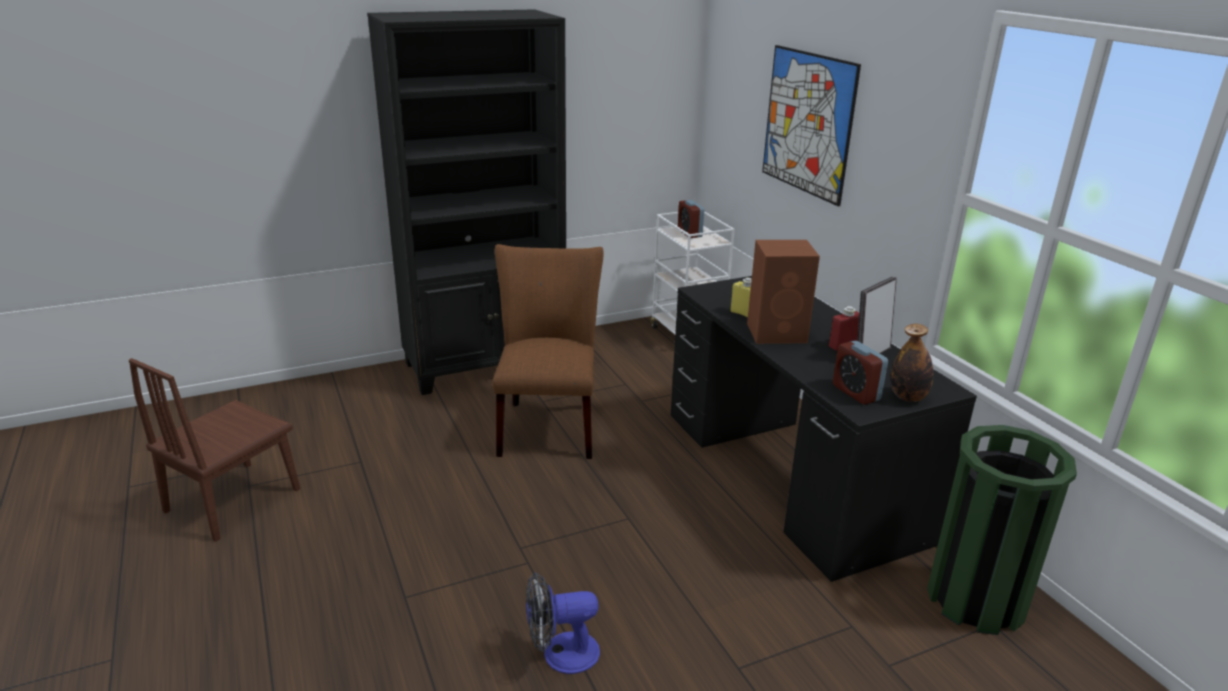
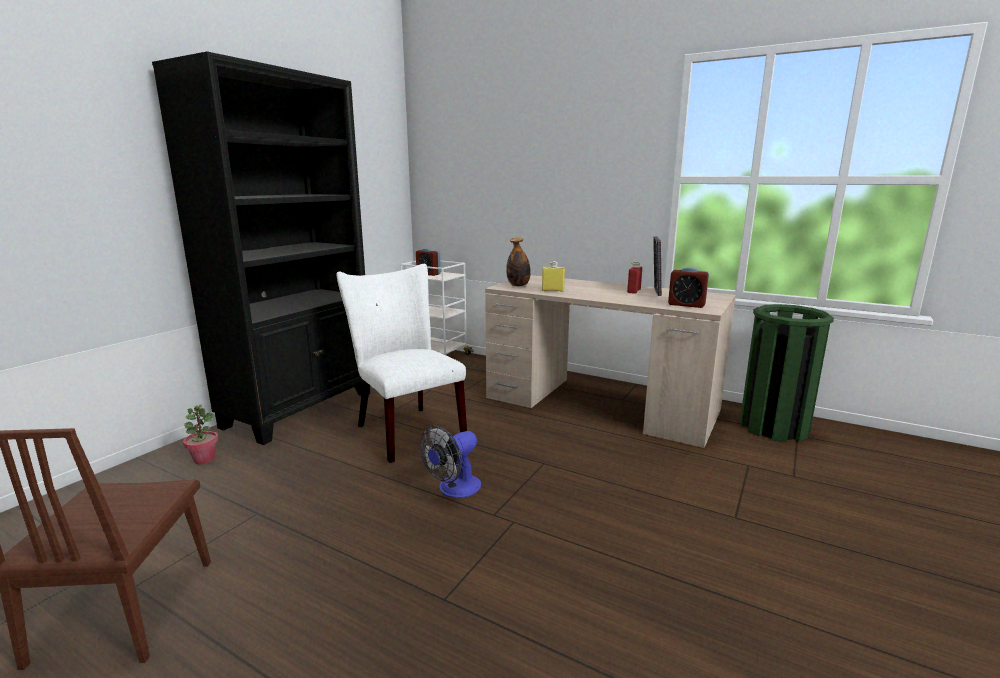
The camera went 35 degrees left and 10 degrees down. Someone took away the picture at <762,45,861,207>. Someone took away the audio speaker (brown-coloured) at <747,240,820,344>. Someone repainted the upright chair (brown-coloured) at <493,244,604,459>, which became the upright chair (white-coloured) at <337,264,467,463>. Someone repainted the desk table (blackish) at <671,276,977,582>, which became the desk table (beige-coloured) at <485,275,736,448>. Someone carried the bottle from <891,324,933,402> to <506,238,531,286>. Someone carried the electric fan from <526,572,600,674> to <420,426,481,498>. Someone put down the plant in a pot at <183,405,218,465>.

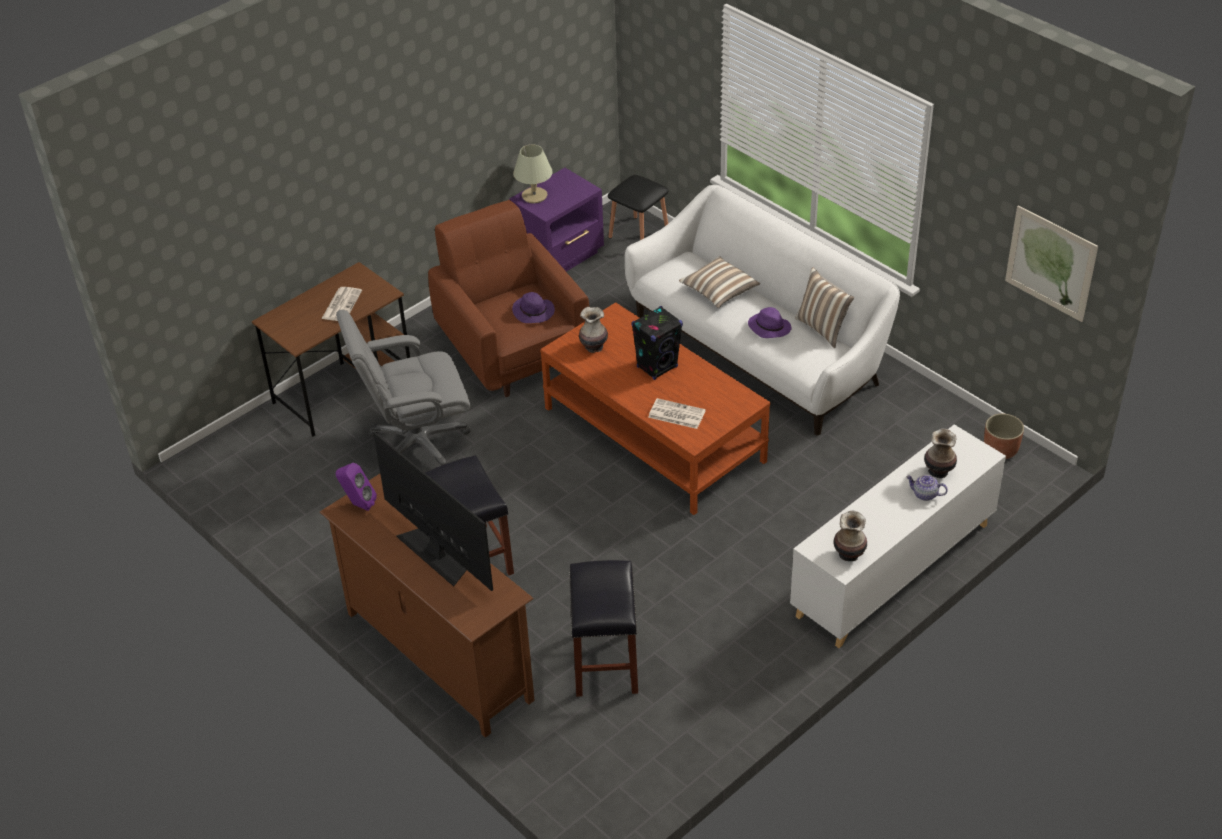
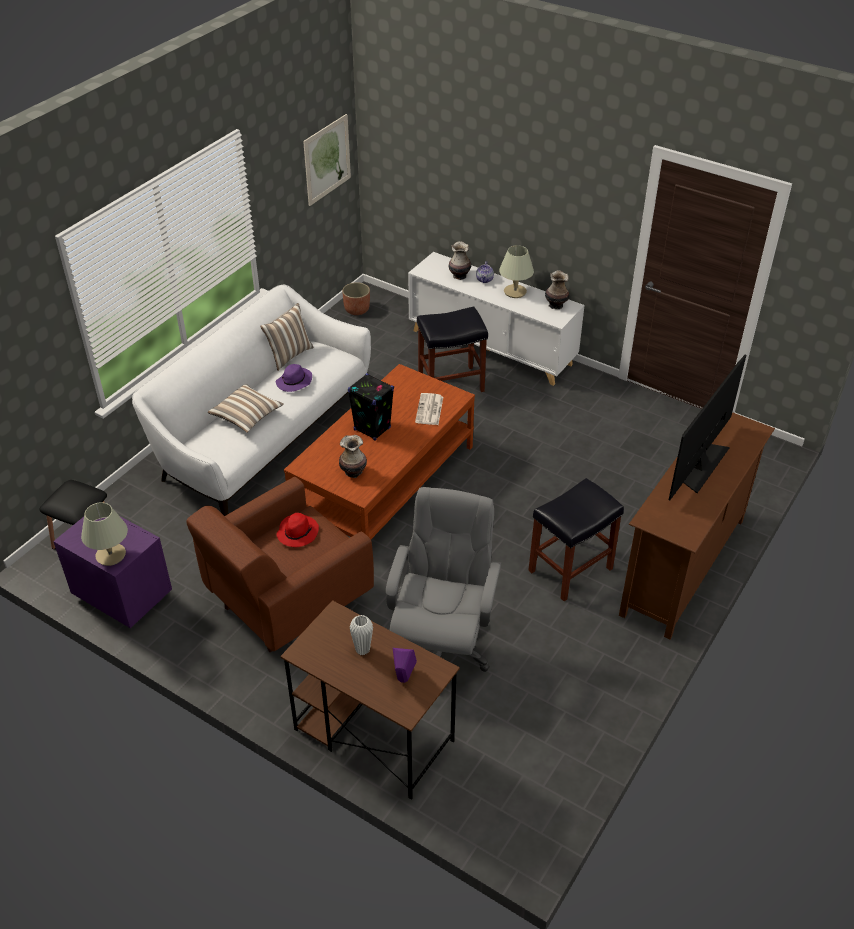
The camera went 105 degrees left and 0 degrees up. Someone swapped the daily paper at <322,287,362,321> for the flower vase (white-coloured) at <350,615,373,656>. Someone repainted the hat (purple-coloured) at <512,292,555,323>, which became the hat (red) at <277,513,319,547>. Someone rotated the office chair (grey) at <336,310,471,466> by 135 degrees counterclockwise. Someone carried the audio speaker (purple-coloured) from <335,463,377,511> to <393,648,417,683>. Someone carried the sitting stool (blackish) from <569,560,638,697> to <417,307,488,392>. Someone put down the tabletop lamp (beige-coloured) at <499,245,534,298>.

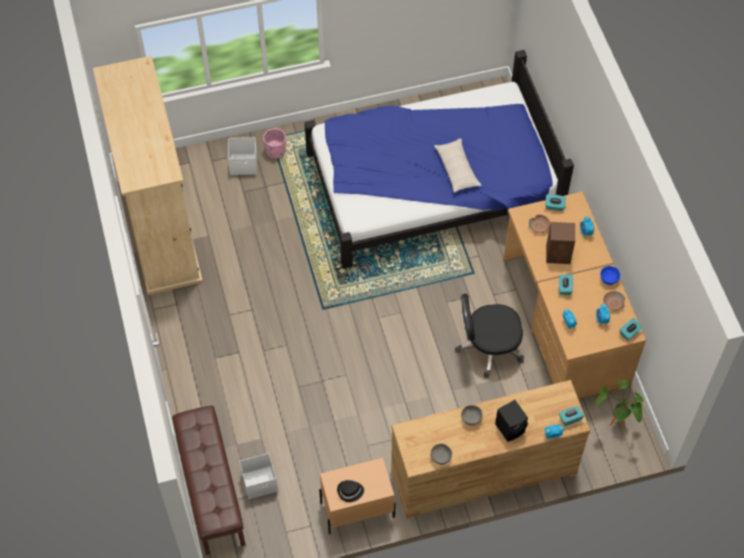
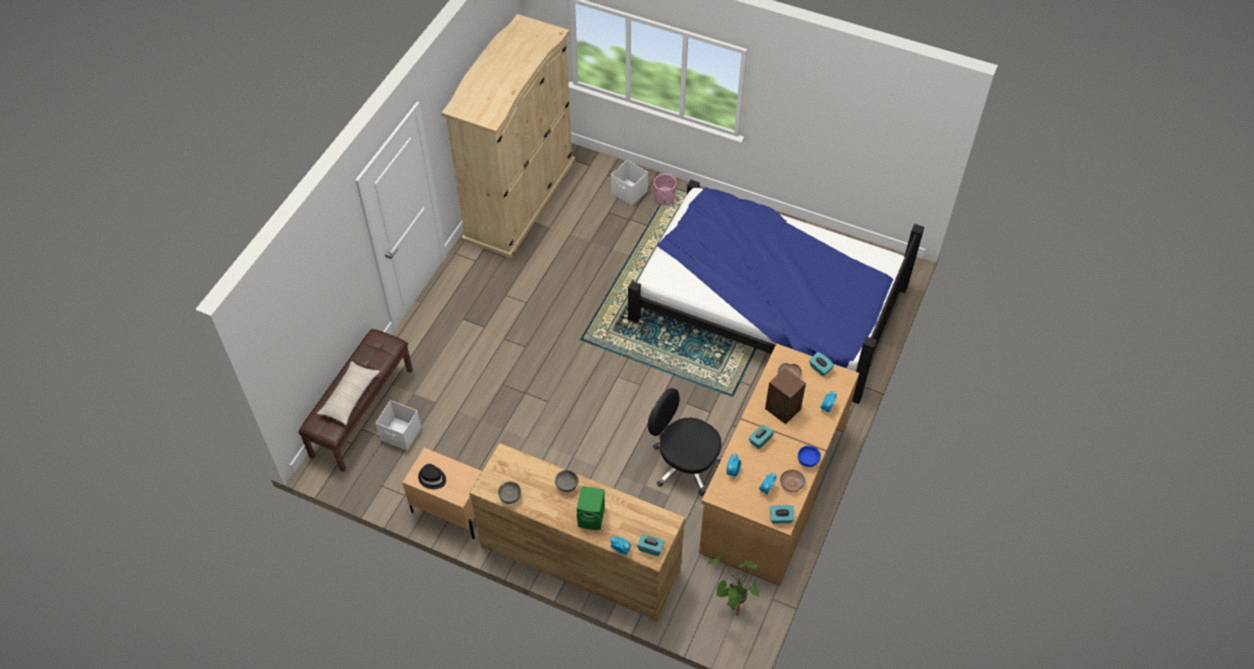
The camera went 40 degrees right and 5 degrees down. Someone carried the cushion (beige-coloured) from <434,138,482,193> to <317,361,380,425>. Someone repainted the audio speaker (blackish) at <495,400,528,442>, which became the audio speaker (greenish) at <577,486,605,530>.

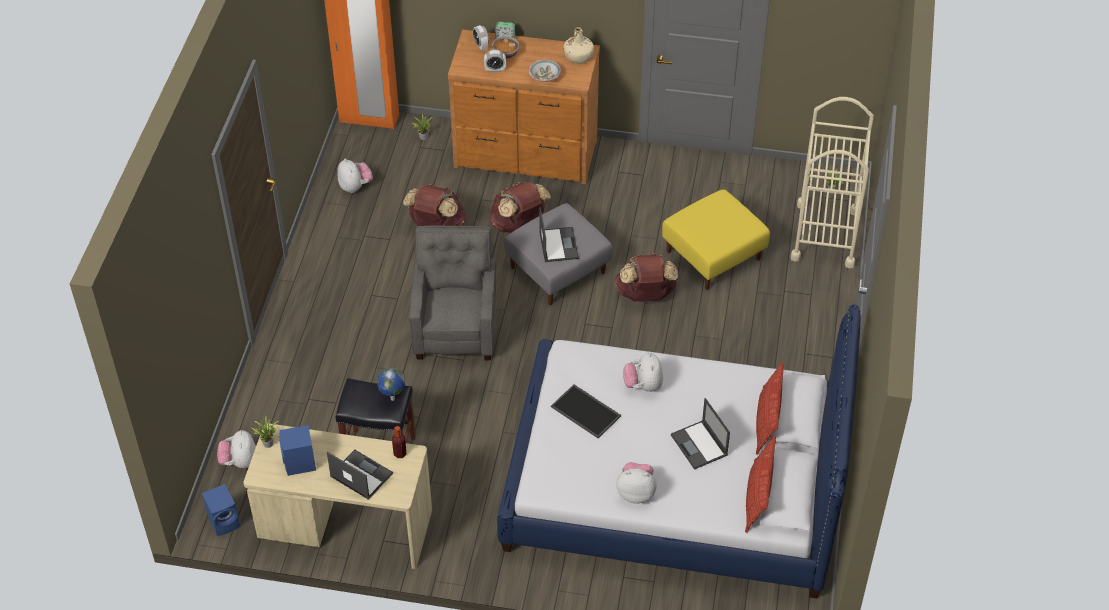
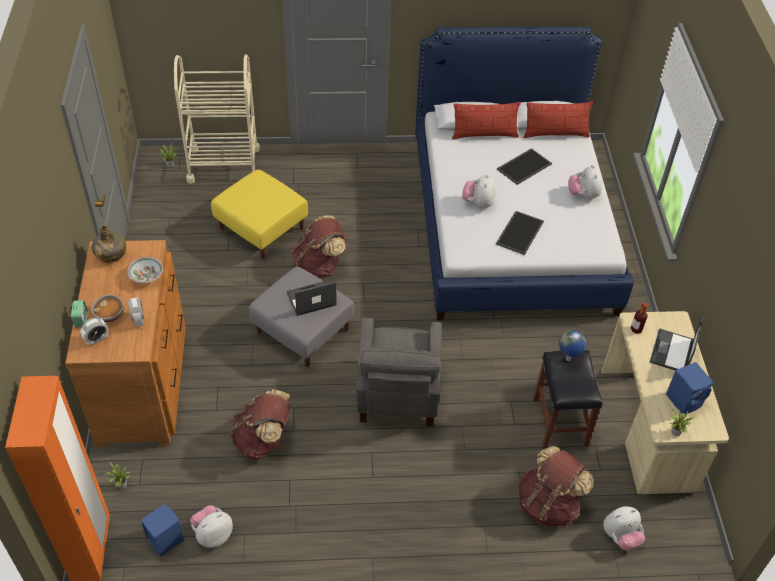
The camera went 105 degrees left and 0 degrees up. Someone repainted the bottle (beige-coloured) at <563,27,594,64>, which became the bottle (greenish) at <92,225,126,263>. Someone carried the knapsack (brown-coloured) from <489,182,551,233> to <518,446,594,527>. Someone rotated the easy chair (grey) at <409,226,496,361> by 75 degrees counterclockwise. Someone rotated the cuddly toy at <623,352,663,392> by 120 degrees clockwise. Someone swapped the portable computer at <671,398,730,470> for the tray at <497,148,552,185>. Someone carried the audio speaker (blue) from <202,484,240,536> to <141,504,184,557>.

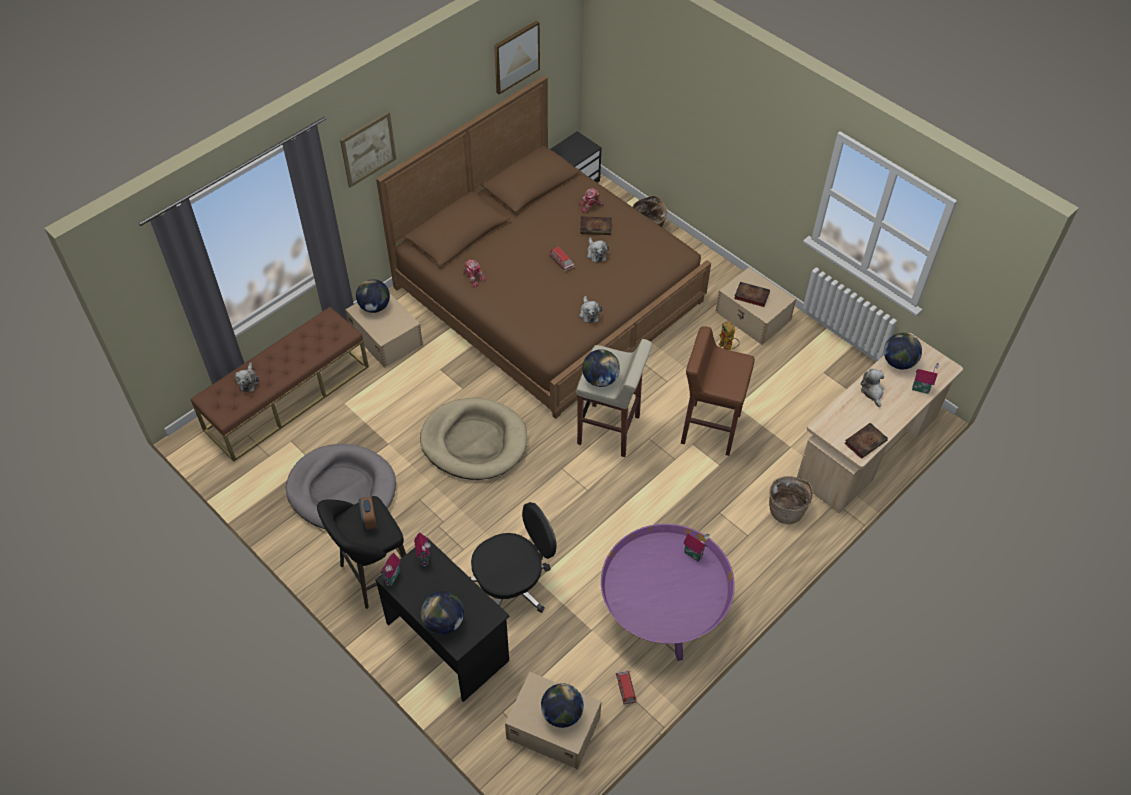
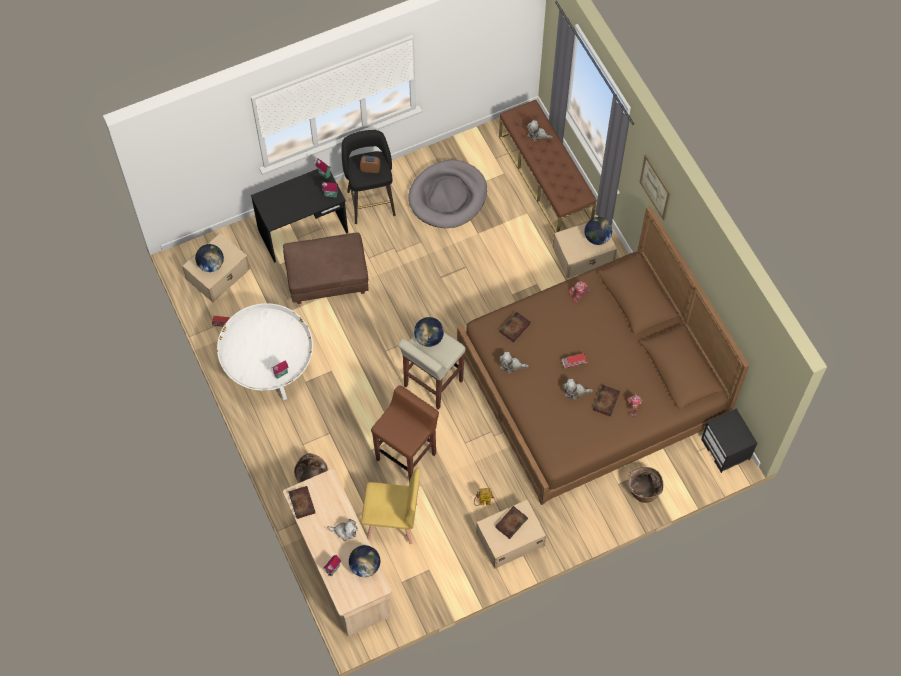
The camera went 110 degrees right and 10 degrees up. Someone took away the picture at <494,20,540,95>. Someone took away the dog cushion (beige-coloured) at <420,398,527,480>. Someone swapped the office chair (blackish) at <470,502,557,613> for the footrest (brown-coloured) at <283,232,369,304>. Someone repainted the lounge table (purple-coloured) at <601,524,735,661>, which became the lounge table (white-coloured) at <217,303,313,400>. Someone took away the globe at <421,591,464,635>. Someone put down the volume at <499,312,531,343>. Someone put down the upright chair (yellow) at <361,468,420,544>.

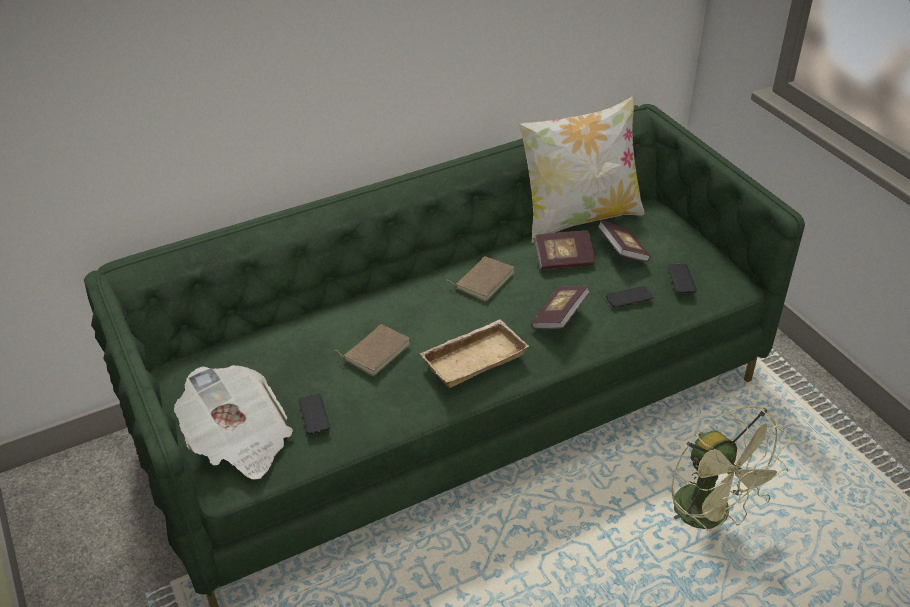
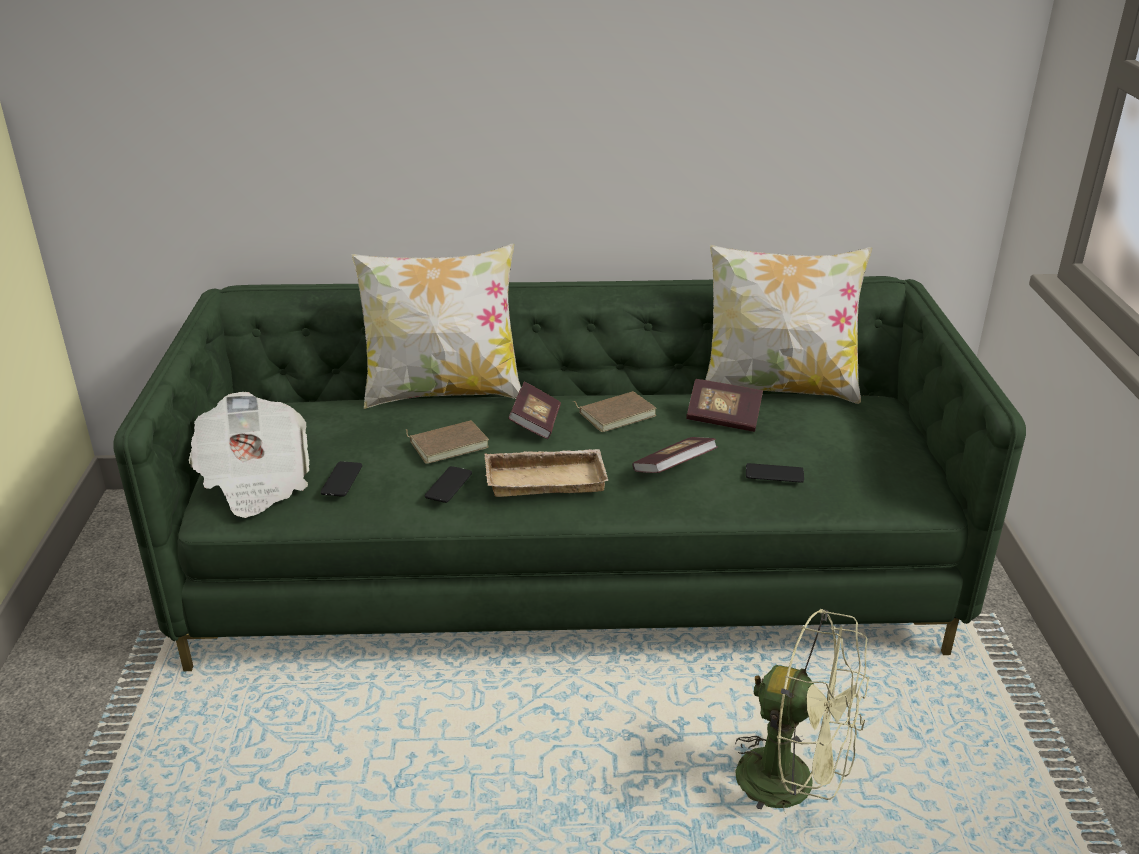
The camera went 25 degrees right and 10 degrees down. Someone carried the volume from <598,220,651,262> to <508,382,561,439>. Someone carried the handset from <667,263,697,293> to <425,466,472,503>. Someone rotated the electric fan (greenish) at <671,406,792,531> by 60 degrees counterclockwise. Someone put down the cushion at <351,244,521,409>.

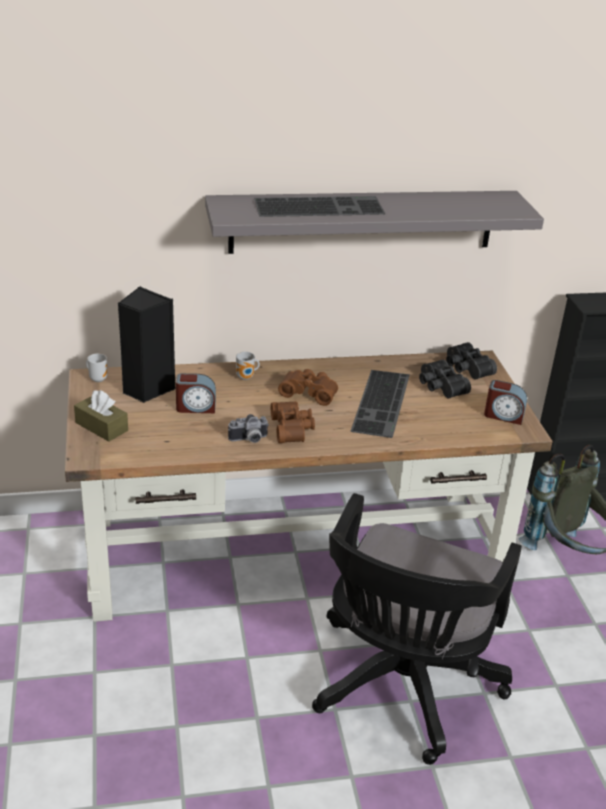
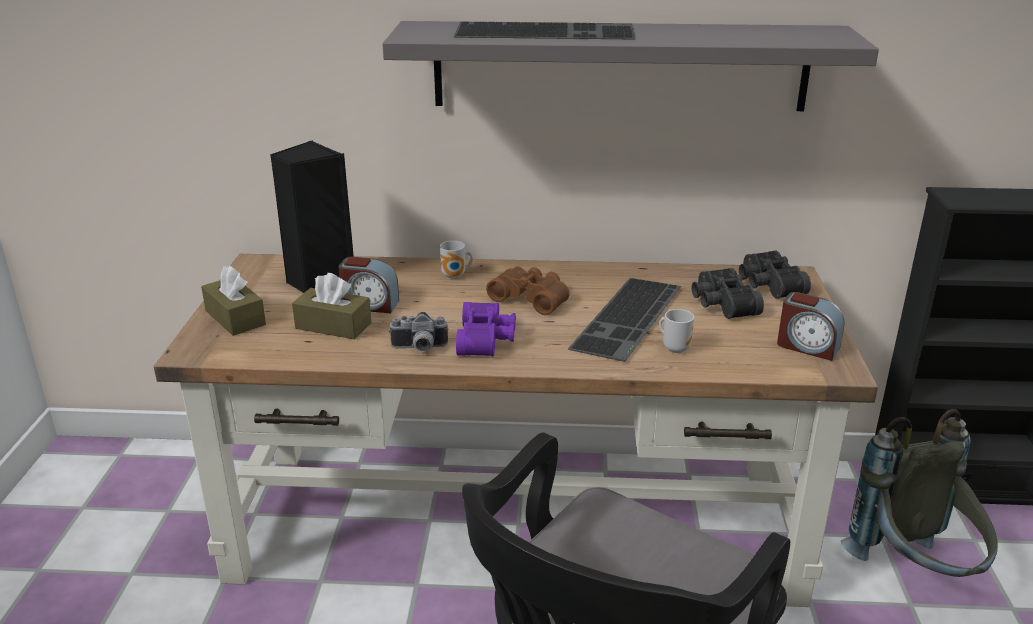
The camera went 15 degrees right and 5 degrees down. Someone carried the tea mug from <86,354,108,382> to <659,309,694,353>. Someone repainted the binoculars (brown-coloured) at <271,401,315,443>, which became the binoculars (purple-coloured) at <456,302,516,357>. Someone put down the tissue box (brown-coloured) at <292,273,371,339>.

